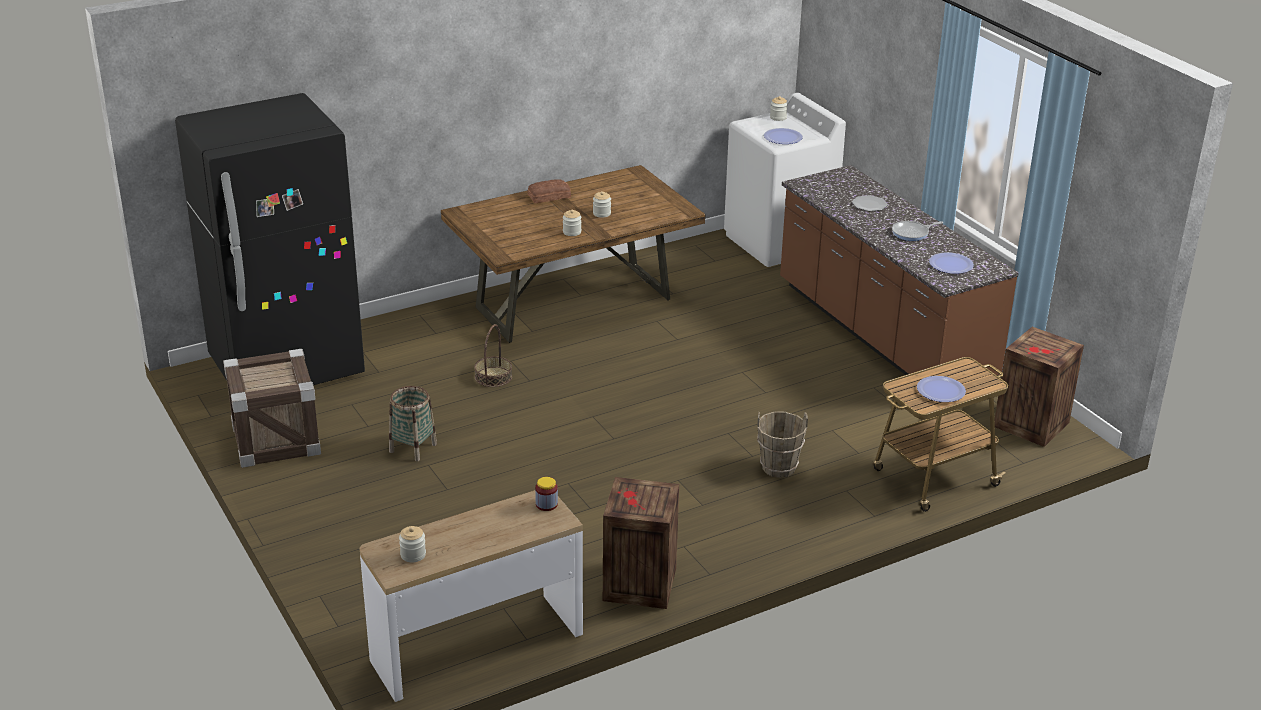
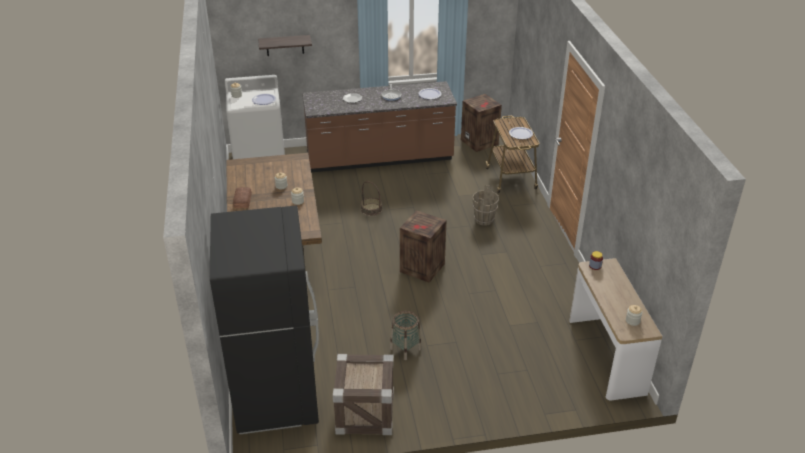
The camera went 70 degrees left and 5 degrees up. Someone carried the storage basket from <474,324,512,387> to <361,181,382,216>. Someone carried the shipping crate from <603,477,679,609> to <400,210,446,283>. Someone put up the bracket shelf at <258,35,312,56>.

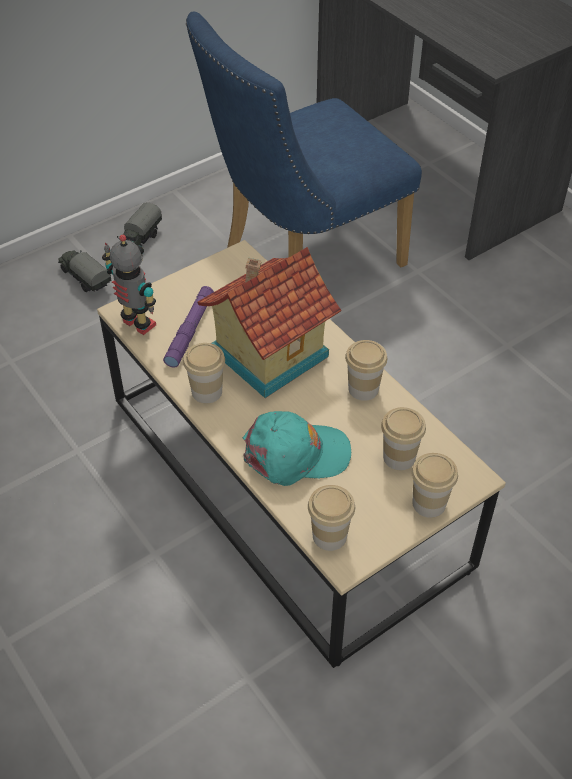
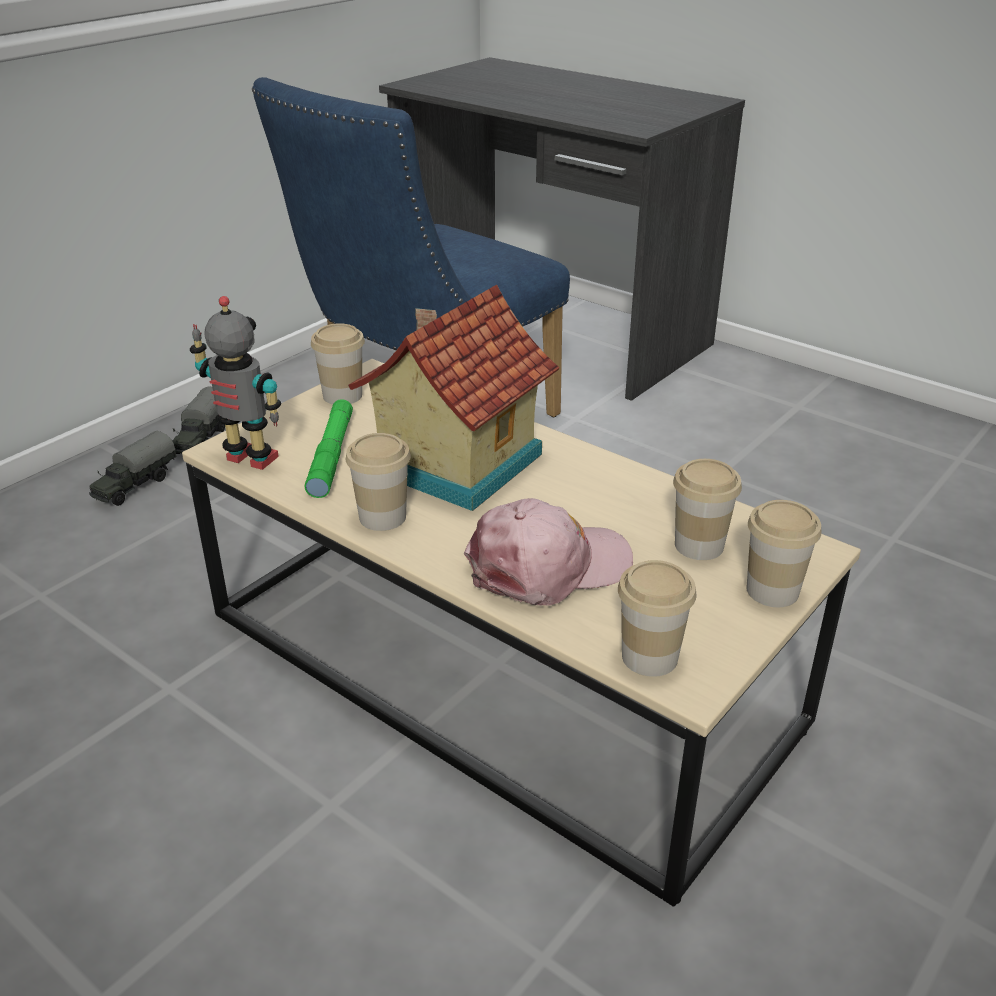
The camera went 15 degrees left and 15 degrees down. Someone rotated the model truck at <58,250,111,292> by 90 degrees counterclockwise. Someone repainted the flashlight (purple-coloured) at <163,286,214,368>, which became the flashlight (greenish) at <305,399,353,498>. Someone carried the drinking cup from <345,340,387,401> to <311,323,365,404>. Someone repainted the peaked cap (turquoise-coloured) at <243,411,351,486>, which became the peaked cap (pinkish) at <464,498,633,606>.

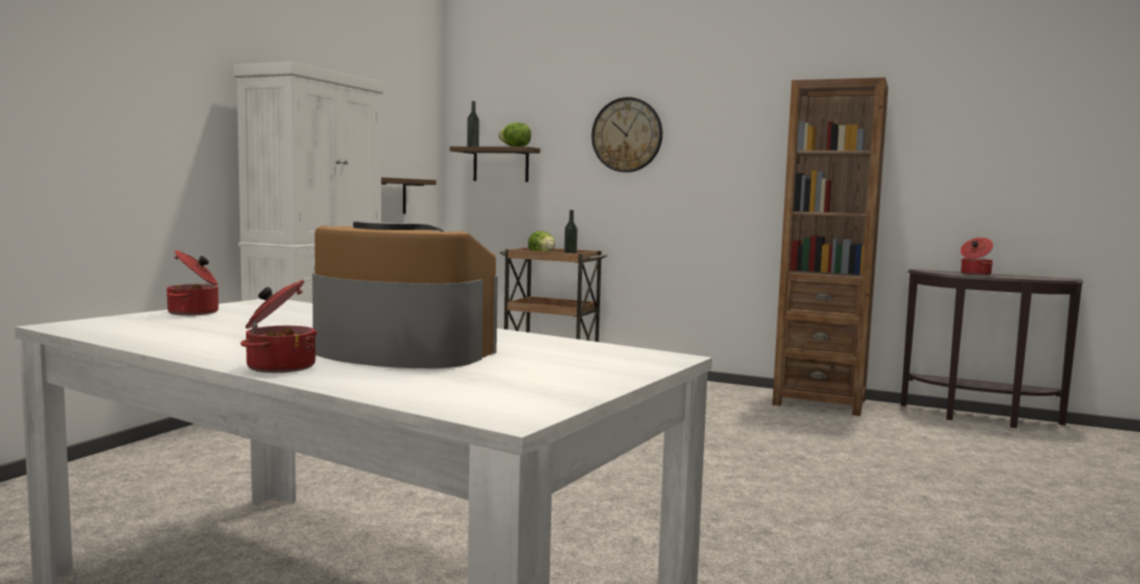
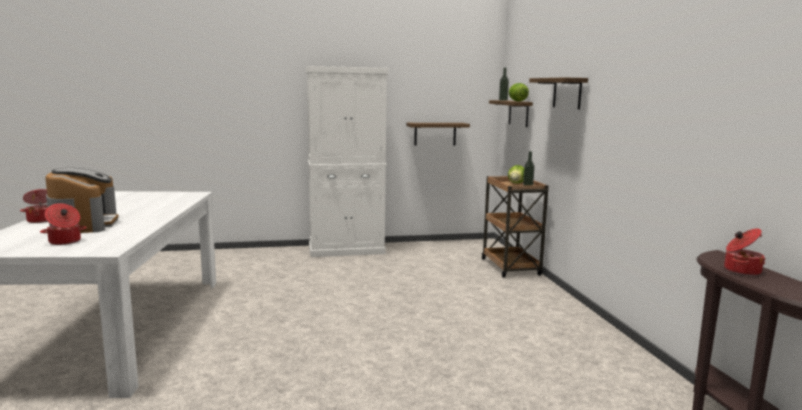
The camera went 55 degrees right and 5 degrees up. Someone took away the bookshelf (brown-coloured) at <772,77,888,416>. Someone swapped the clock on the wall at <592,97,663,172> for the bracket shelf at <529,77,588,109>. Someone carried the cooking pot from <167,250,219,316> to <40,203,87,245>.

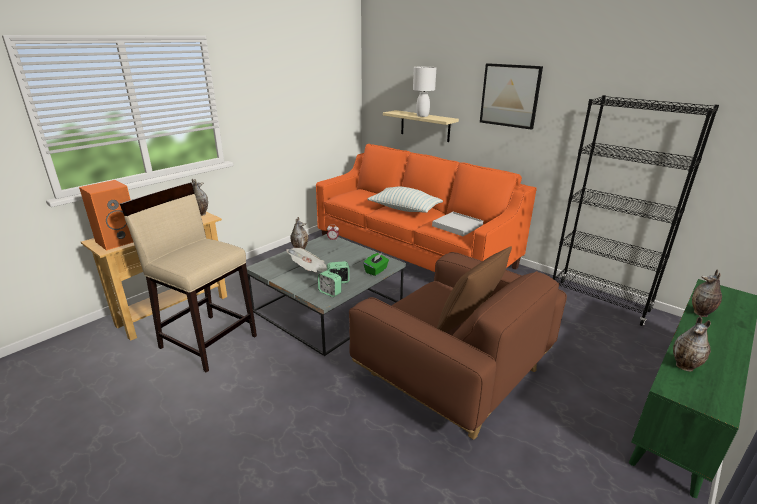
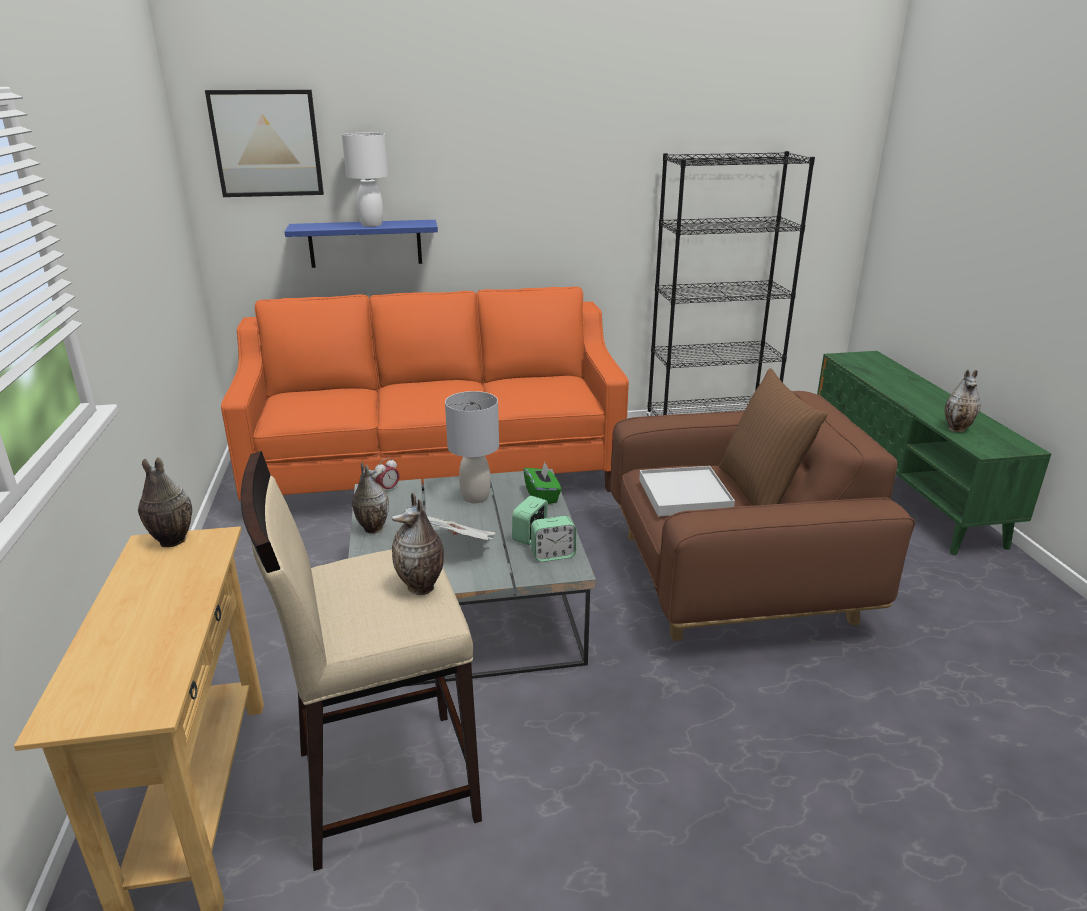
The camera went 50 degrees left and 0 degrees up. Someone carried the picture from <480,63,543,130> to <205,90,324,197>. Someone repainted the bracket shelf (beige-coloured) at <383,110,459,142>, which became the bracket shelf (blue) at <285,220,438,268>. Someone took away the audio speaker (orange-coloured) at <79,180,133,251>. Someone took away the cushion at <367,187,443,213>. Someone carried the tray (white-coloured) from <432,212,483,236> to <639,466,735,517>. Someone carried the flower vase from <692,270,722,317> to <392,493,444,595>. Someone put down the tabletop lamp (grey) at <445,391,499,503>.

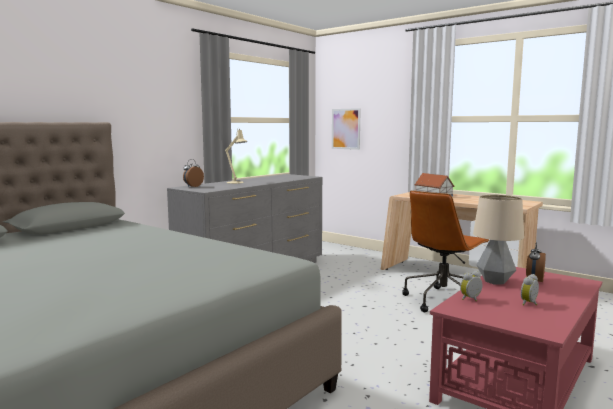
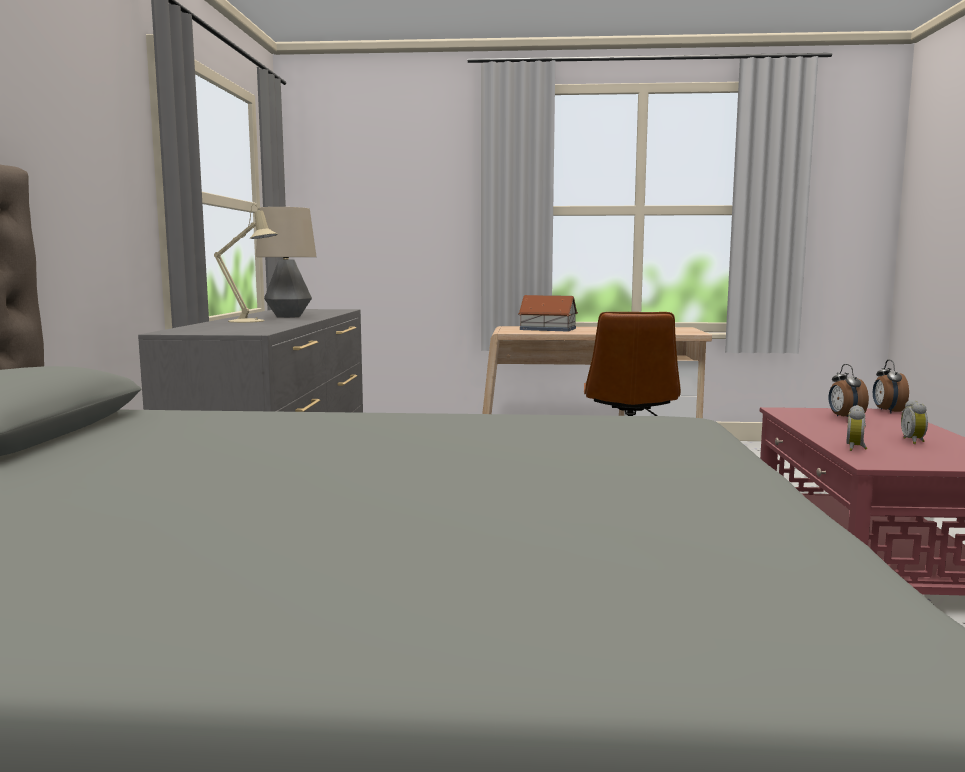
The camera went 35 degrees left and 0 degrees up. Someone took away the picture at <332,108,361,150>. Someone carried the alarm clock from <183,159,204,187> to <873,360,909,414>. Someone carried the tabletop lamp from <473,195,524,284> to <256,207,317,318>.

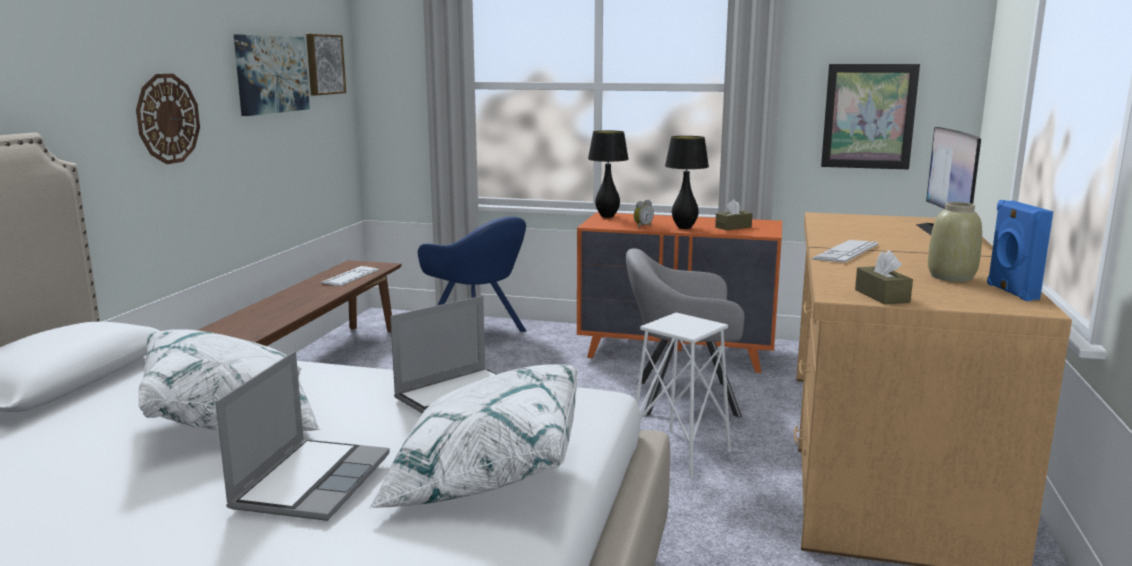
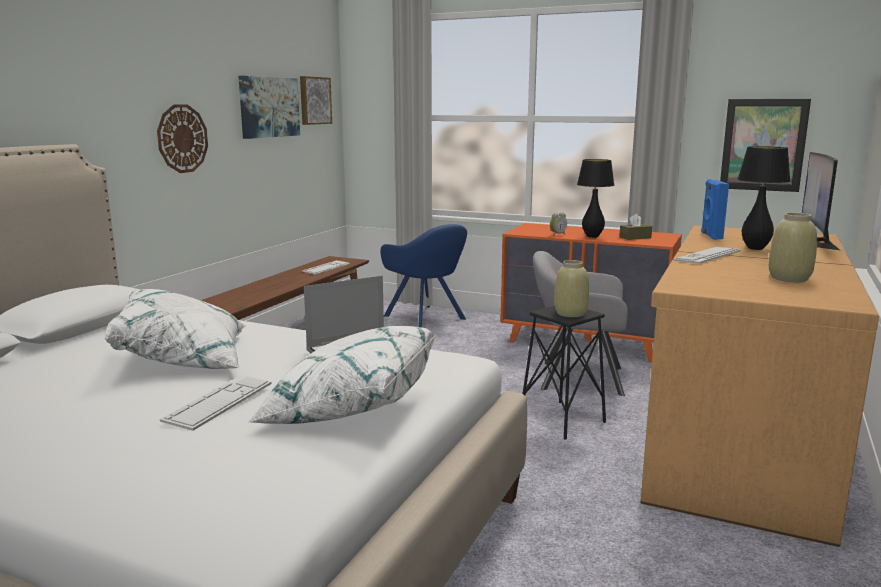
The camera went 10 degrees right and 0 degrees up. Someone carried the tabletop lamp (blackish) from <588,130,629,218> to <737,146,791,250>. Someone carried the audio speaker (blue) from <987,200,1053,301> to <701,179,729,240>. Someone took away the tissue box (brown-coloured) at <855,250,913,304>. Someone repainted the sitting stool (white-coloured) at <636,313,731,478>, which became the sitting stool (blackish) at <523,306,606,440>. Someone swapped the portable computer at <215,351,390,521> for the PC keyboard at <160,375,271,431>. Someone put down the flower vase (beige-coloured) at <554,260,589,317>.

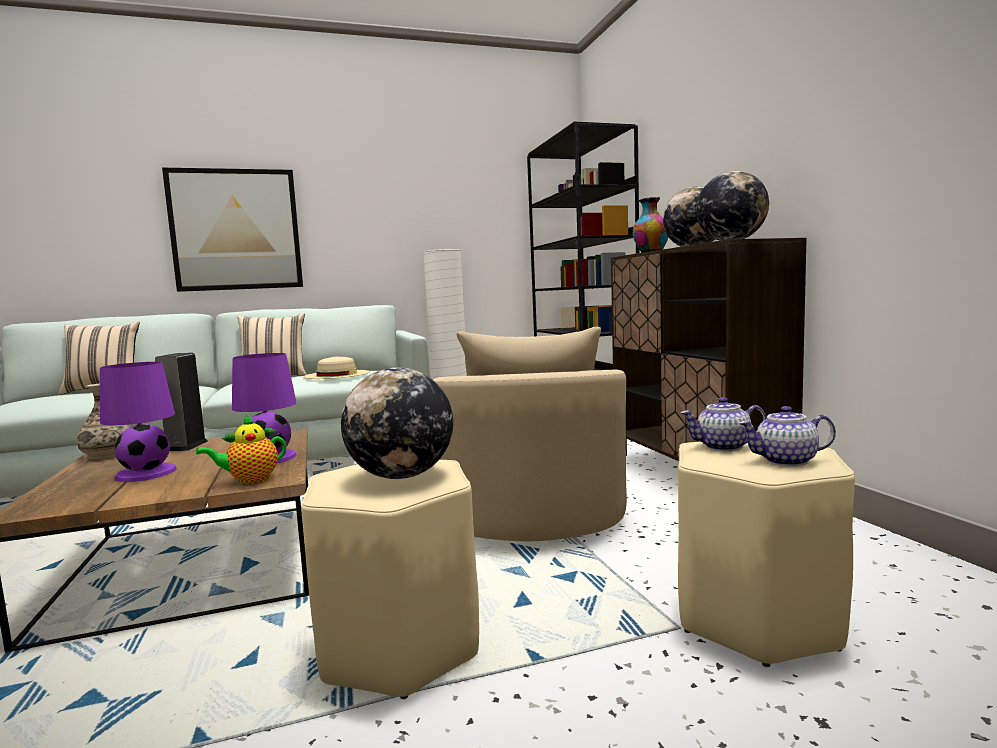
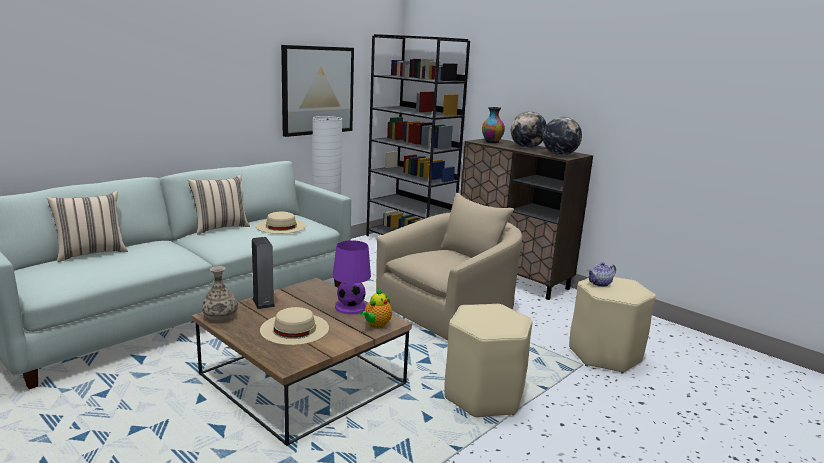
The camera went 30 degrees left and 10 degrees up. Someone carried the picture from <162,168,303,292> to <281,45,354,137>. Someone rotated the easy chair (beige-coloured) at <433,327,627,541> by 105 degrees counterclockwise. Someone swapped the tabletop lamp (purple-coloured) at <100,362,177,482> for the hat (beige-coloured) at <260,307,329,345>. Someone took away the globe at <341,367,453,479>. Someone took away the teapot at <739,406,836,466>.

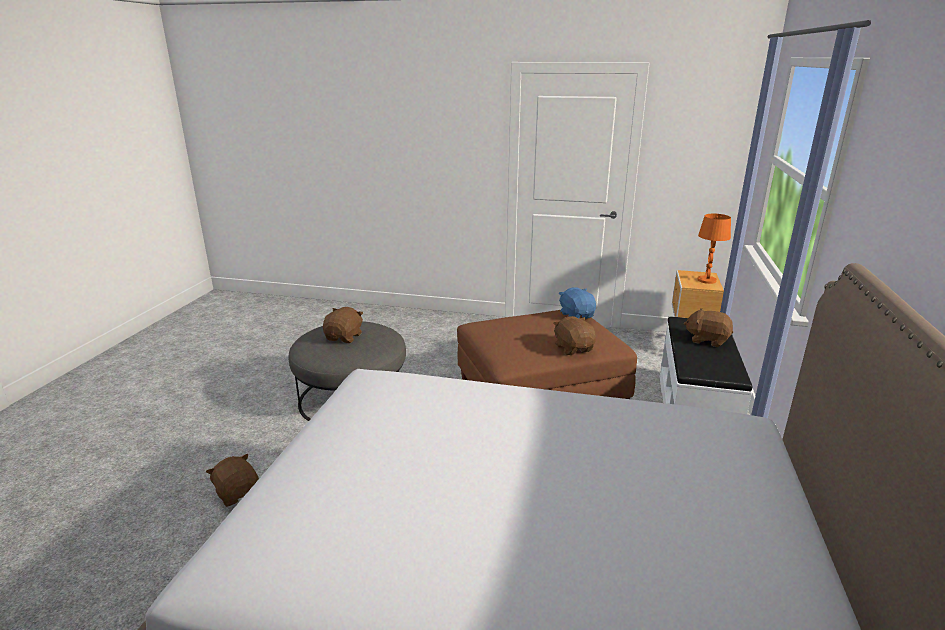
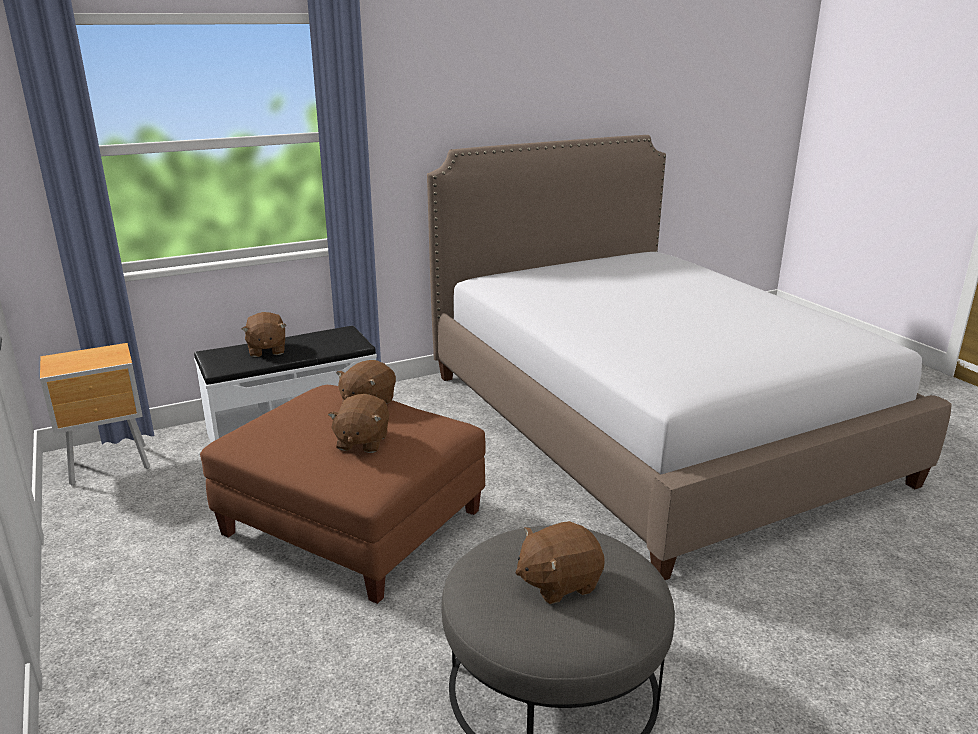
The camera went 130 degrees left and 0 degrees up. Someone took away the tabletop lamp (orange-coloured) at <697,214,731,284>. Someone took away the cuddly toy (blue) at <559,287,596,319>. Someone carried the cuddly toy (brown-coloured) from <206,454,259,507> to <328,394,389,453>.

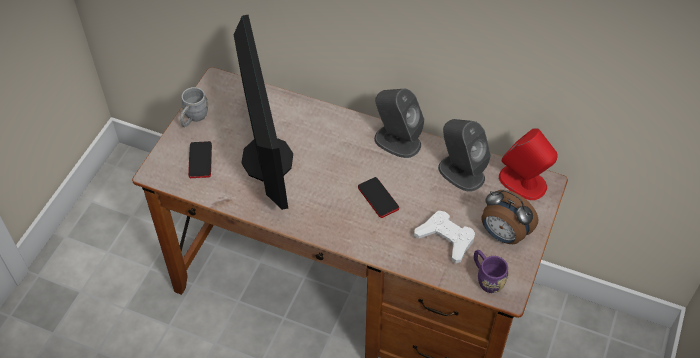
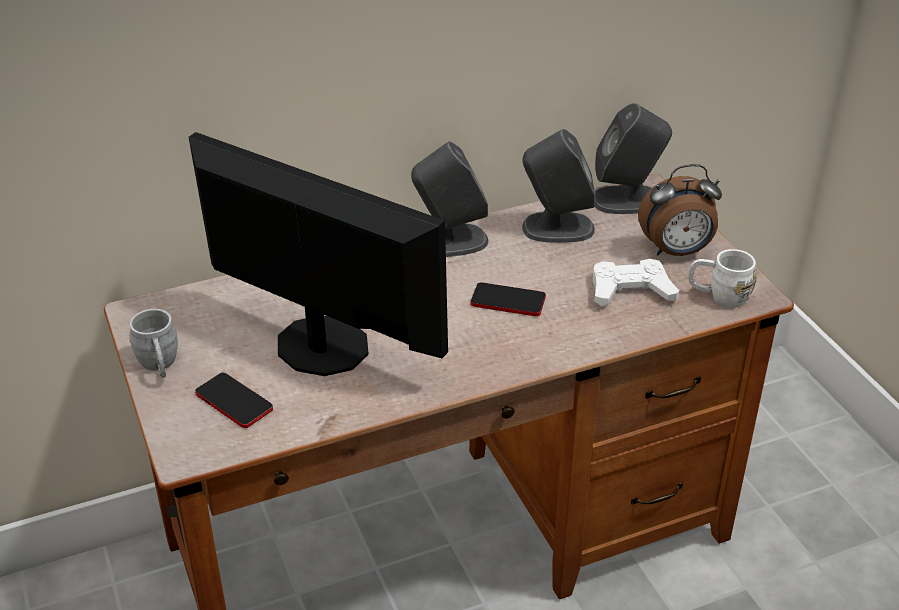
The camera went 45 degrees left and 15 degrees down. Someone repainted the audio speaker (red) at <499,129,558,200>, which became the audio speaker (grey) at <595,103,672,214>. Someone repainted the tea mug (purple-coloured) at <474,250,509,293>, which became the tea mug (white-coloured) at <688,249,757,308>.

